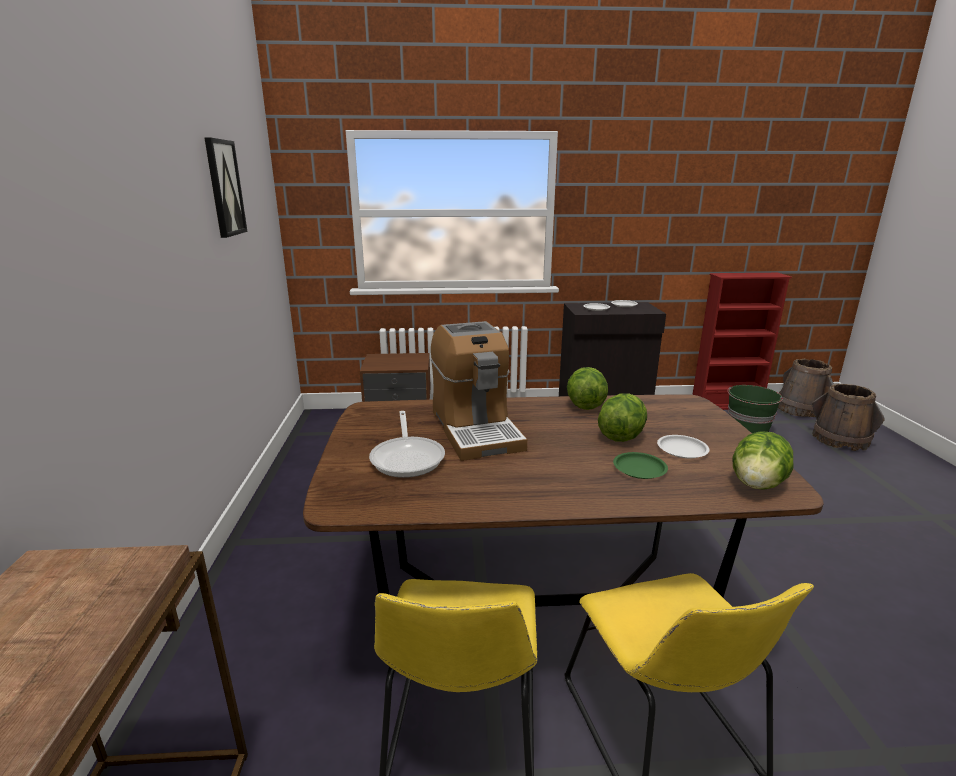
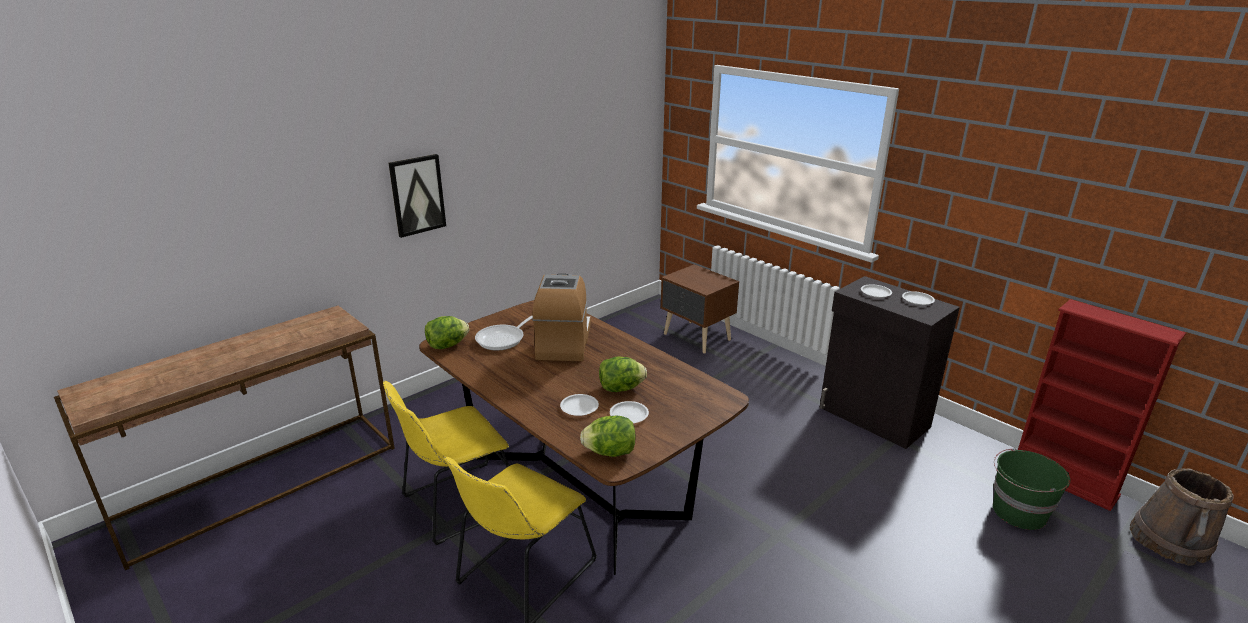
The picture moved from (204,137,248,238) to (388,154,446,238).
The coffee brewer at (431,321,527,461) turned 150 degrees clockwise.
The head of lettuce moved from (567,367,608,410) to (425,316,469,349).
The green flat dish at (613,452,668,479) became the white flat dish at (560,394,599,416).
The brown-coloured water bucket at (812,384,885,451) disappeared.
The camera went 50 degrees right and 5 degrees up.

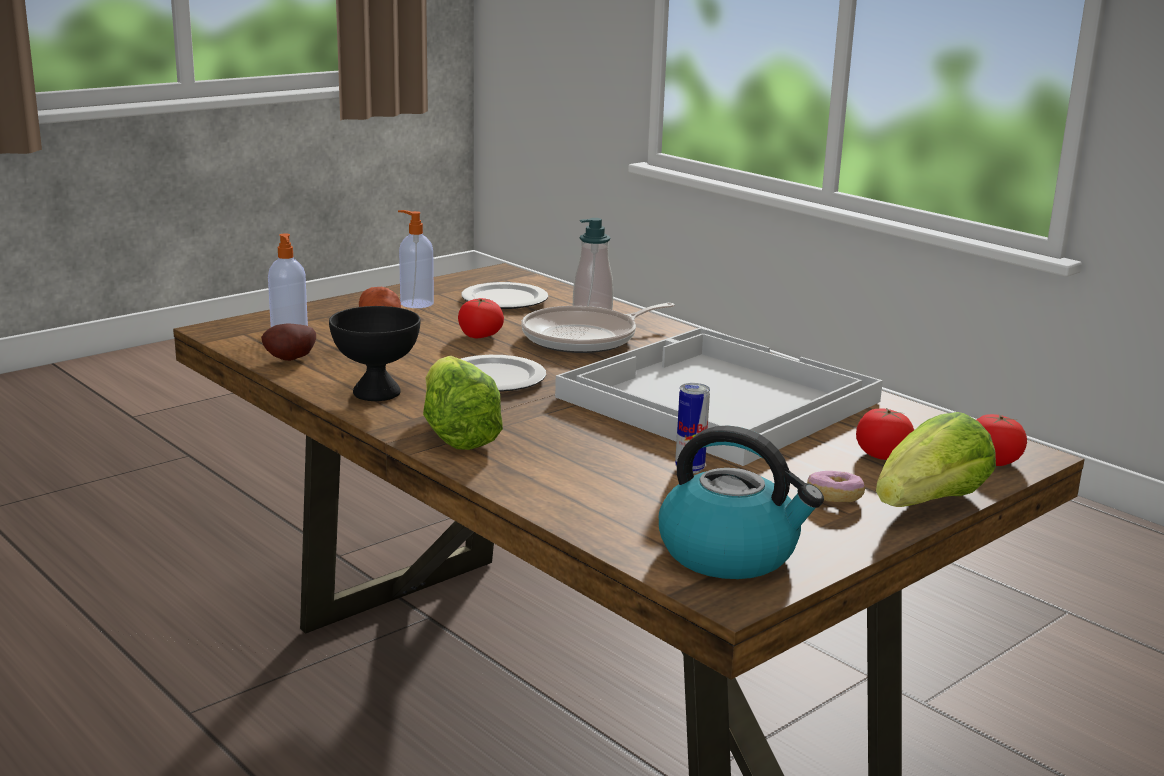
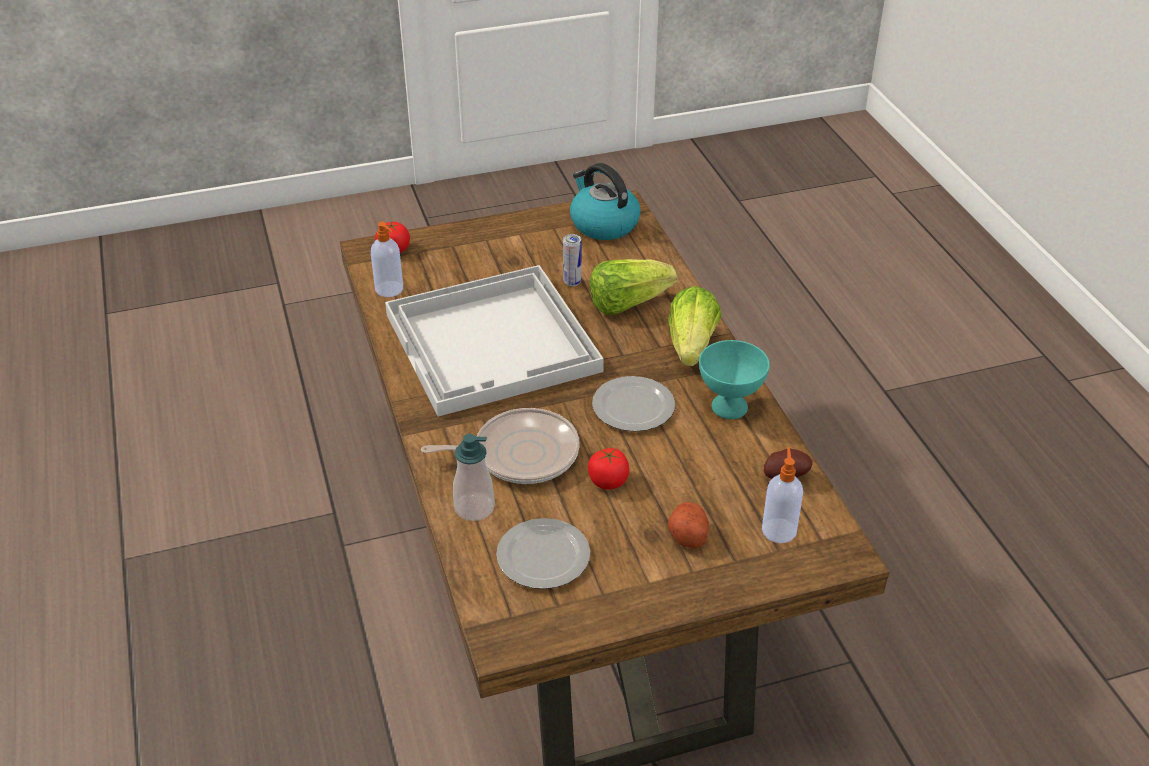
The black bowl at (329,306,420,401) became the blue-green bowl at (699,340,770,419).
The soap dispenser moved from (398,210,434,308) to (371,221,403,297).
The doughnut at (807,471,865,502) disappeared.
The fresh tomato at (856,408,914,460) disappeared.
The head of lettuce moved from (876,412,996,507) to (590,259,677,315).
The camera went 155 degrees left and 20 degrees up.

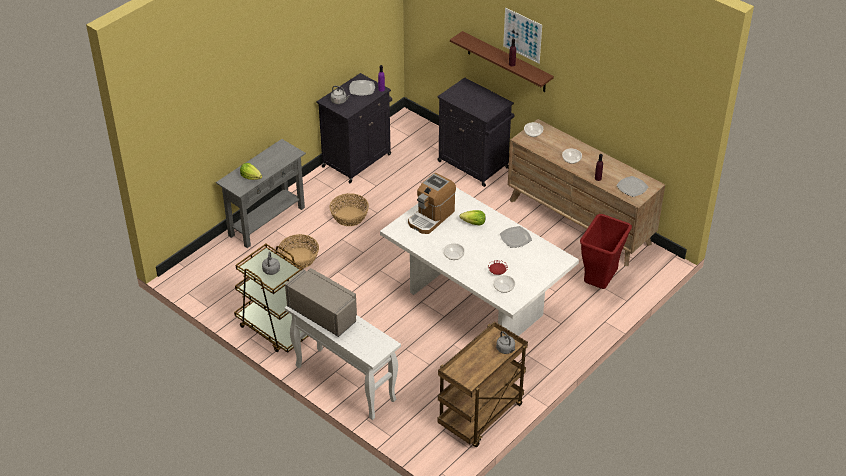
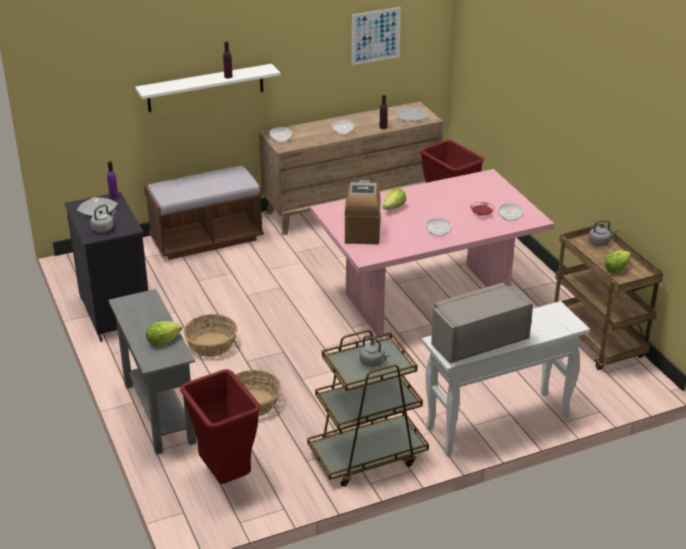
The white dinner table at (380,187,579,336) became the pink dinner table at (310,169,554,336).
The coffee brewer at (408,173,456,234) turned 150 degrees counterclockwise.
The black storage cabinet at (437,78,515,187) was replaced by the brown-coloured bench at (144,165,264,260).
The brown-coloured wall shelf at (450,31,554,92) became the white wall shelf at (135,64,281,112).
The flat dish at (500,226,532,248) disappeared.
The picture moved from (503,8,542,64) to (352,7,401,65).
The reddish trash can at (180,369,260,484) appeared.
The head of lettuce at (604,250,631,274) appeared.
The camera went 65 degrees left and 10 degrees down.

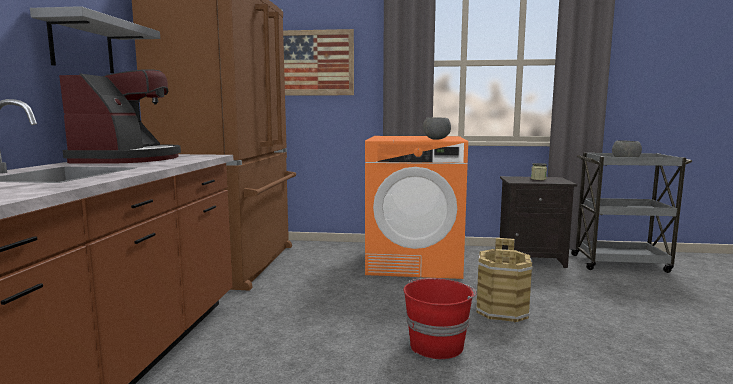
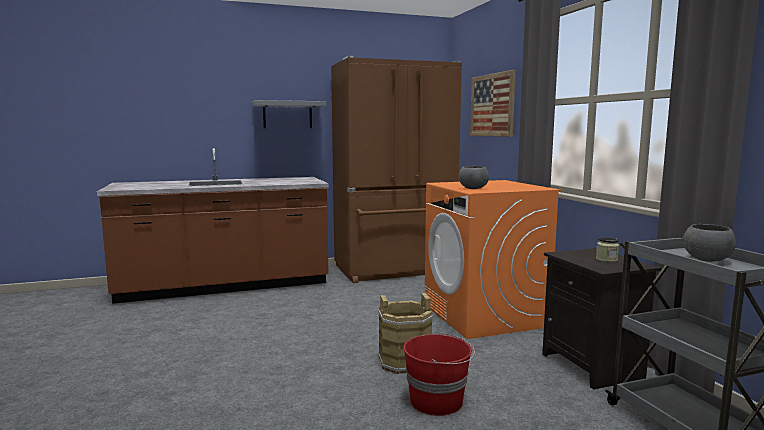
The coffee brewer at (59,69,181,164) disappeared.
The reddish water bucket moved from (403,278,476,359) to (403,332,475,416).
The camera went 65 degrees right and 0 degrees up.

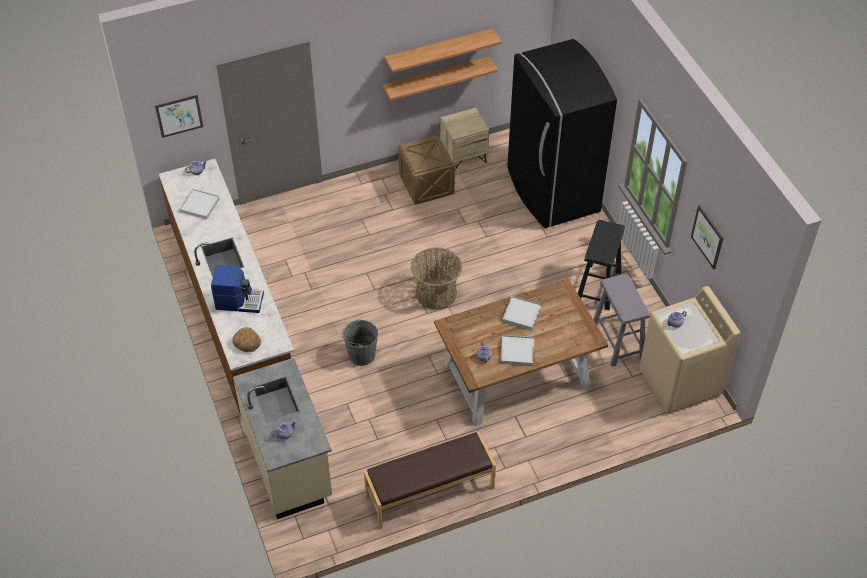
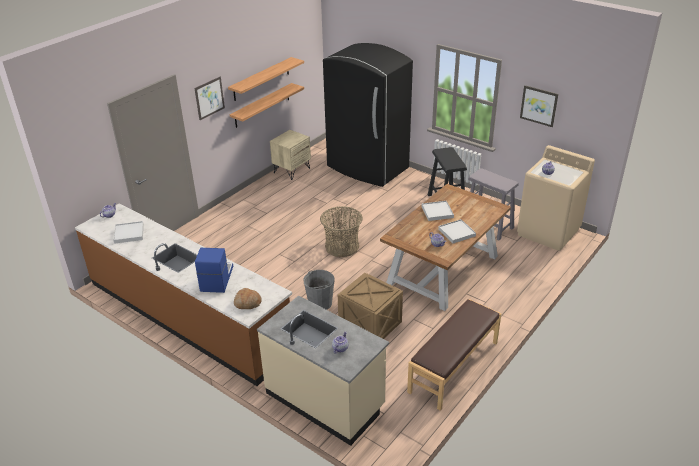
The picture moved from (155,95,203,138) to (194,77,225,120).
The coffee brewer at (211,265,264,313) turned 60 degrees counterclockwise.
The packing crate moved from (398,135,455,205) to (338,273,403,339).
The camera went 30 degrees left and 15 degrees down.

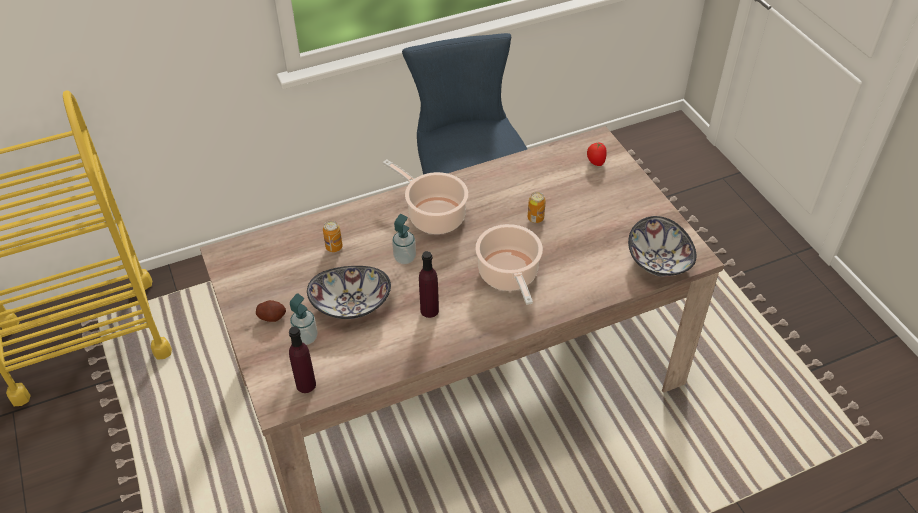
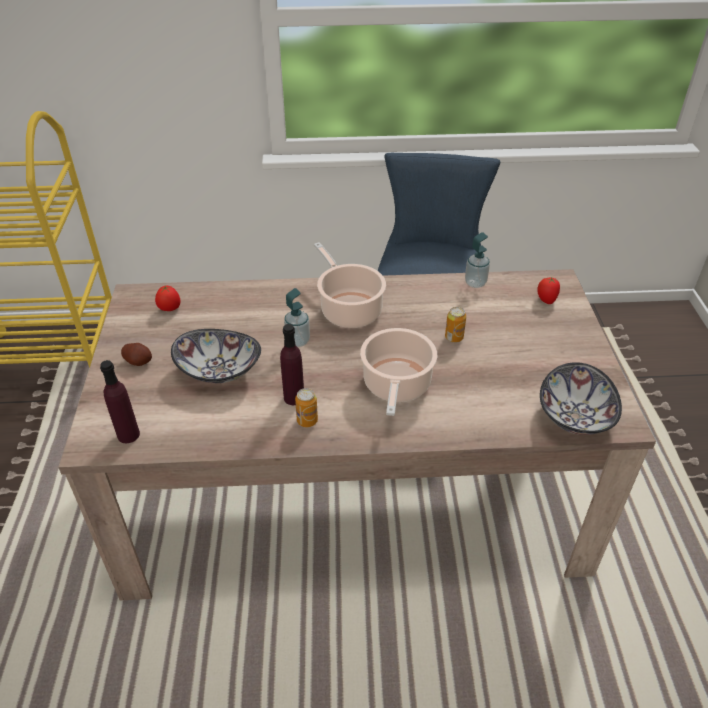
The soap dispenser moved from (290,294,318,345) to (465,232,490,288).
The sealed can moved from (323,221,343,252) to (295,388,318,427).
The fresh tomato at (155,285,181,311) appeared.
The camera went 20 degrees right and 5 degrees down.

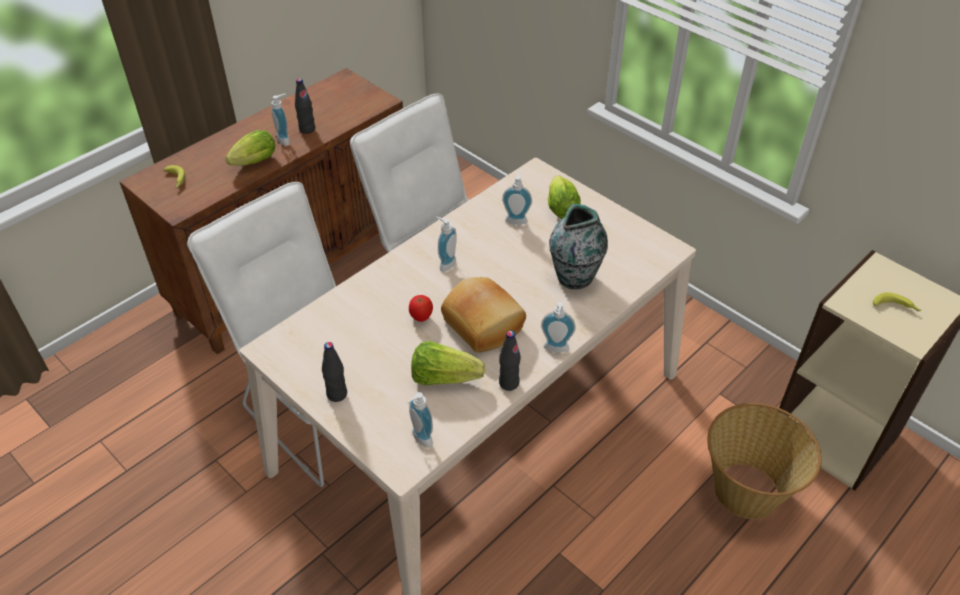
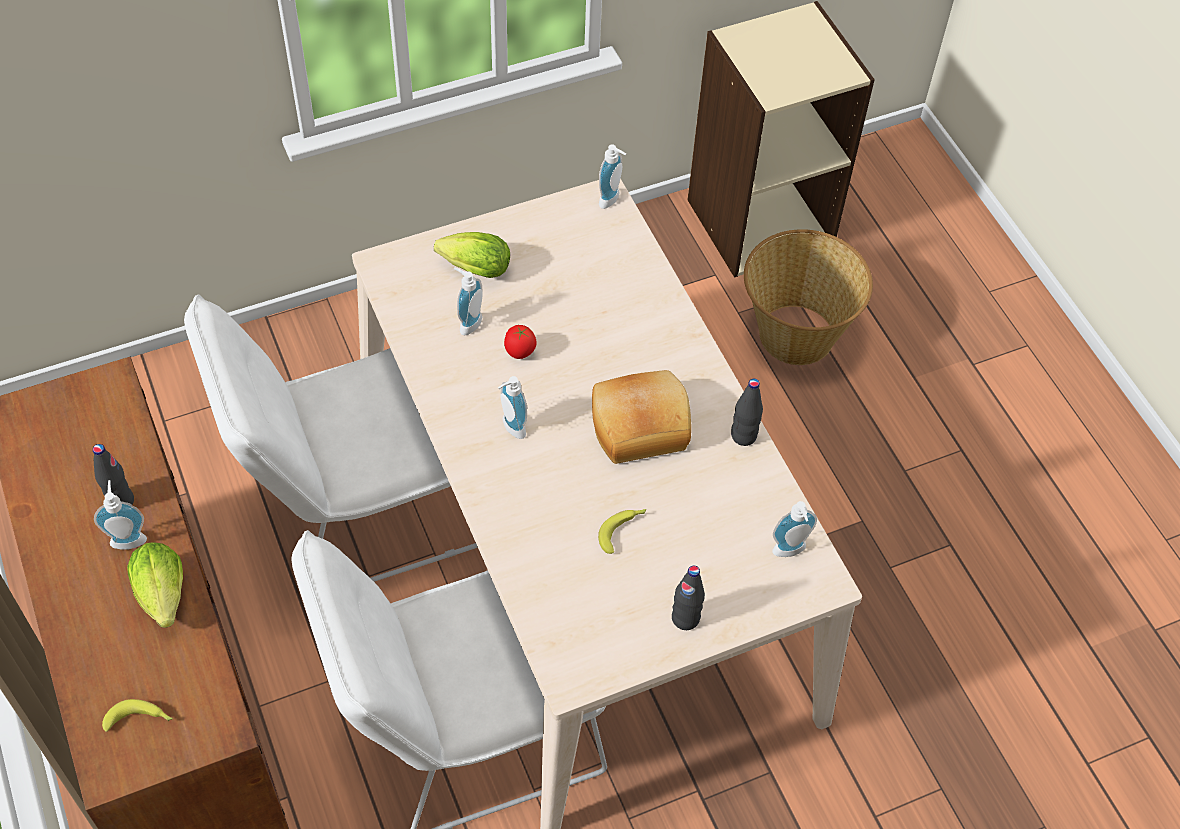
The fresh tomato moved from (409,295,433,322) to (504,325,537,359).
The head of lettuce at (411,341,485,385) disappeared.
The soap dispenser moved from (541,302,576,353) to (599,144,626,209).
The vase at (549,204,608,289) disappeared.
The whole banana moved from (873,292,922,312) to (598,509,646,554).
The camera went 70 degrees left and 10 degrees up.

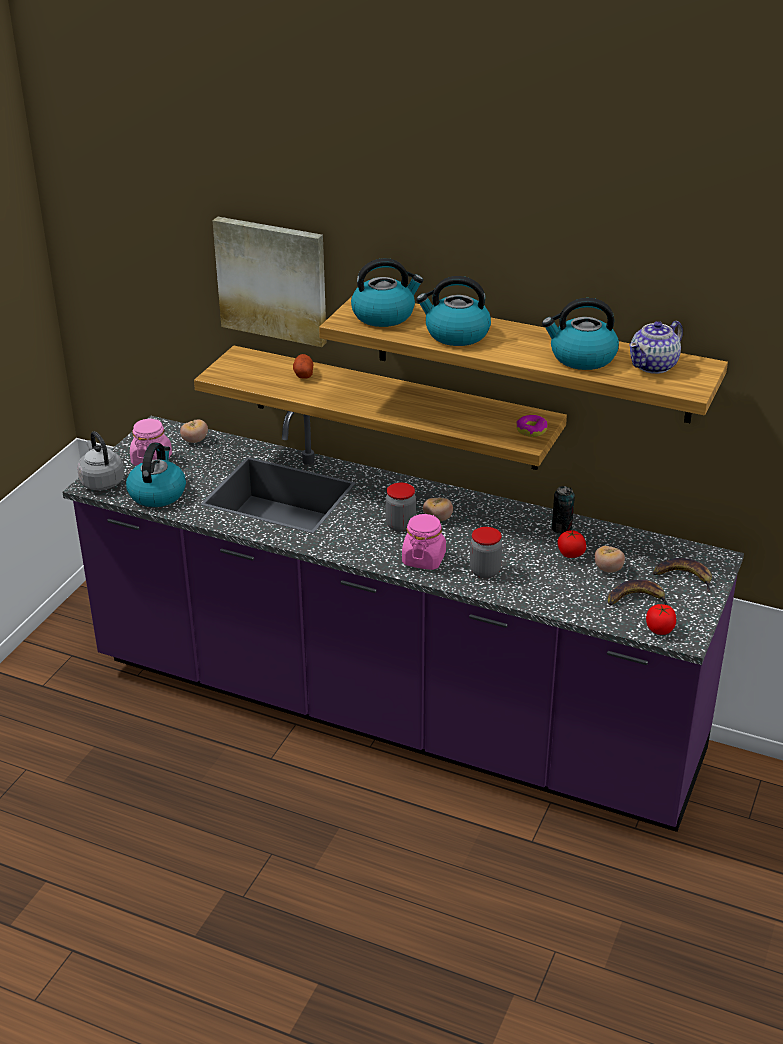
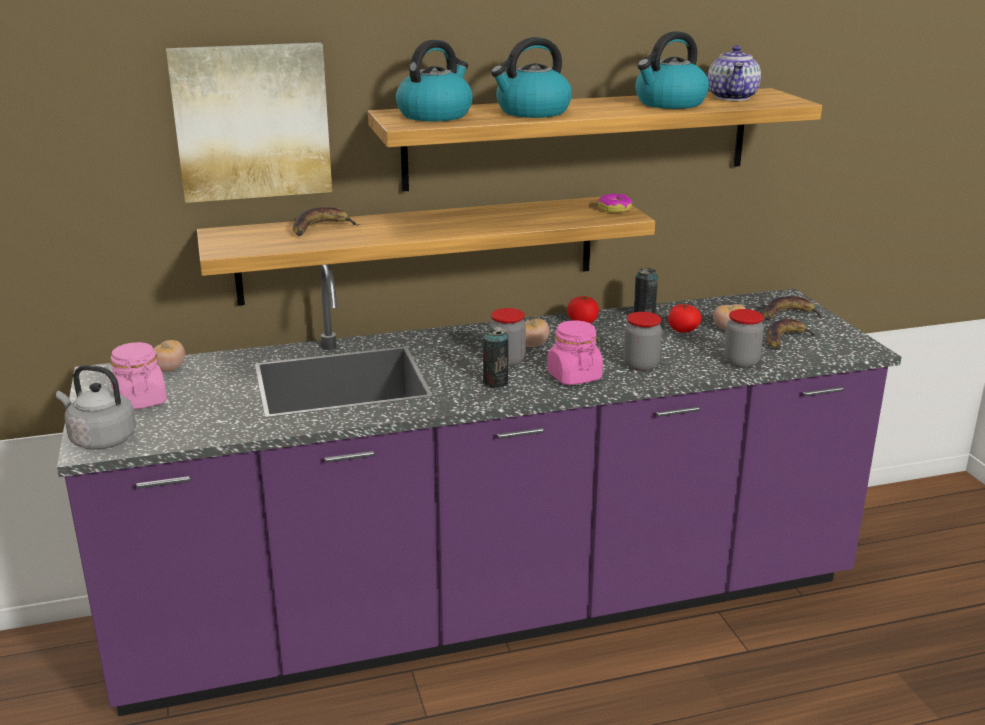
The tea kettle at (126,443,186,507) disappeared.
The spud at (293,354,314,378) was replaced by the whole banana at (293,207,360,236).
The fresh tomato moved from (646,604,676,635) to (567,296,599,323).
The sealed can at (483,326,508,388) appeared.
The storage jar at (724,309,764,368) appeared.
The camera went 40 degrees left and 10 degrees down.

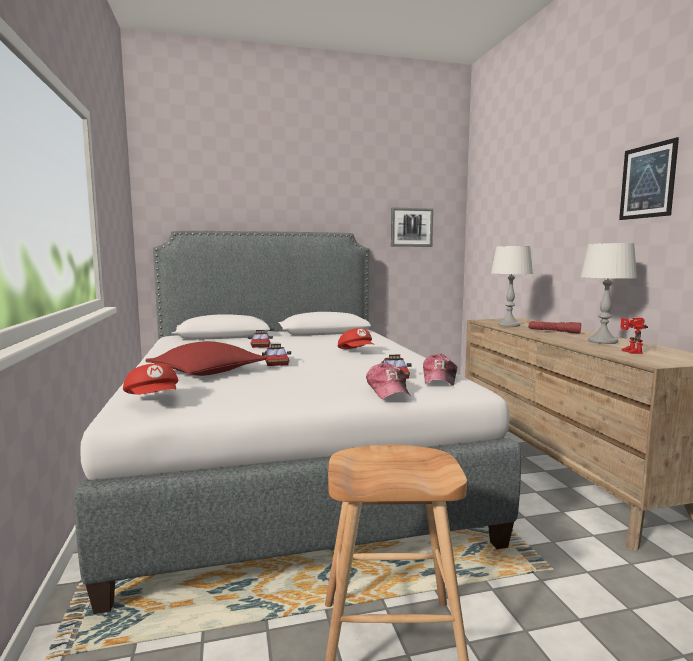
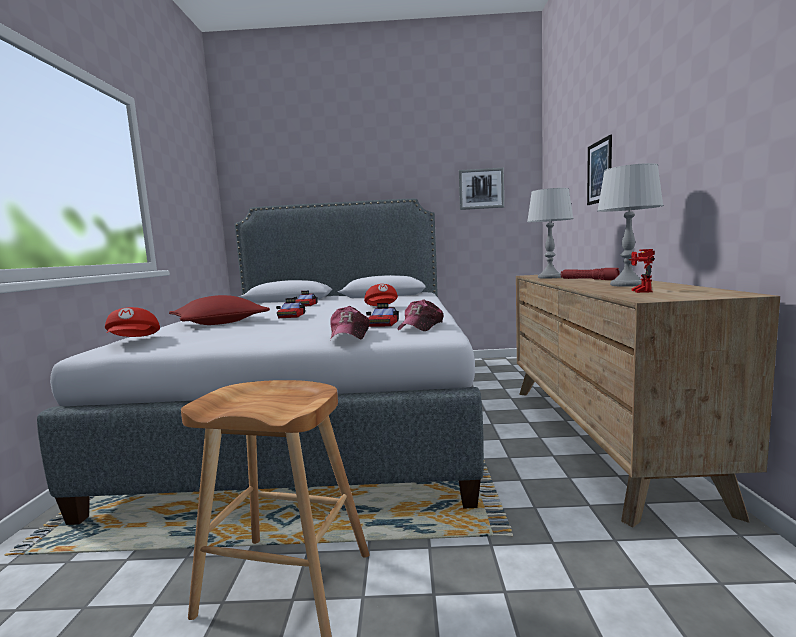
The picture moved from (619,137,679,220) to (587,134,612,205).
The camera went 15 degrees right and 0 degrees up.

